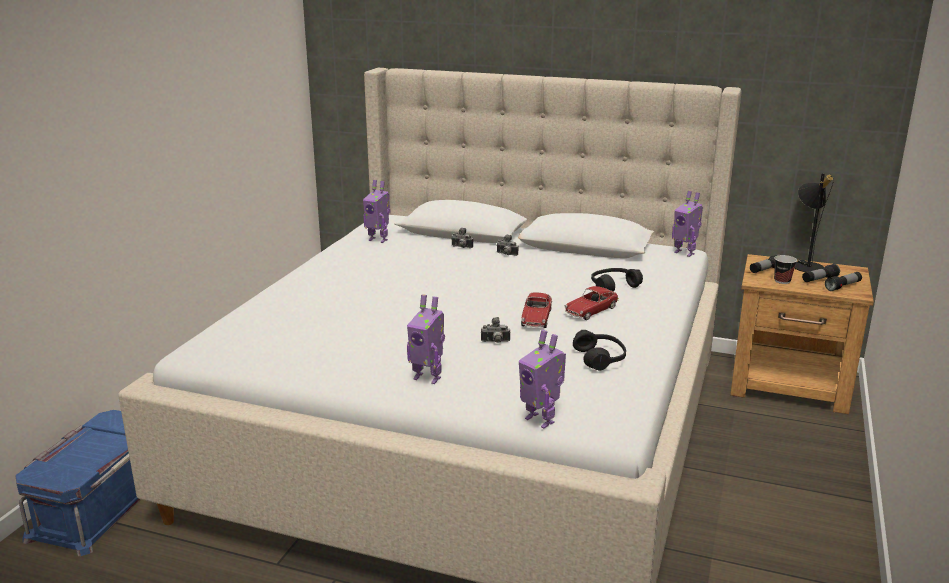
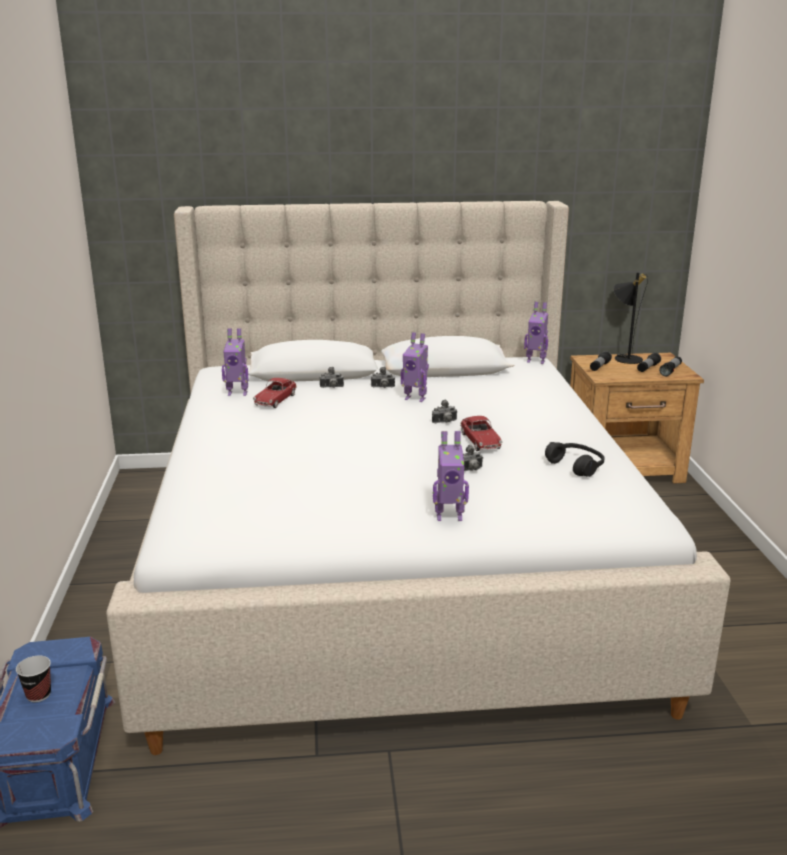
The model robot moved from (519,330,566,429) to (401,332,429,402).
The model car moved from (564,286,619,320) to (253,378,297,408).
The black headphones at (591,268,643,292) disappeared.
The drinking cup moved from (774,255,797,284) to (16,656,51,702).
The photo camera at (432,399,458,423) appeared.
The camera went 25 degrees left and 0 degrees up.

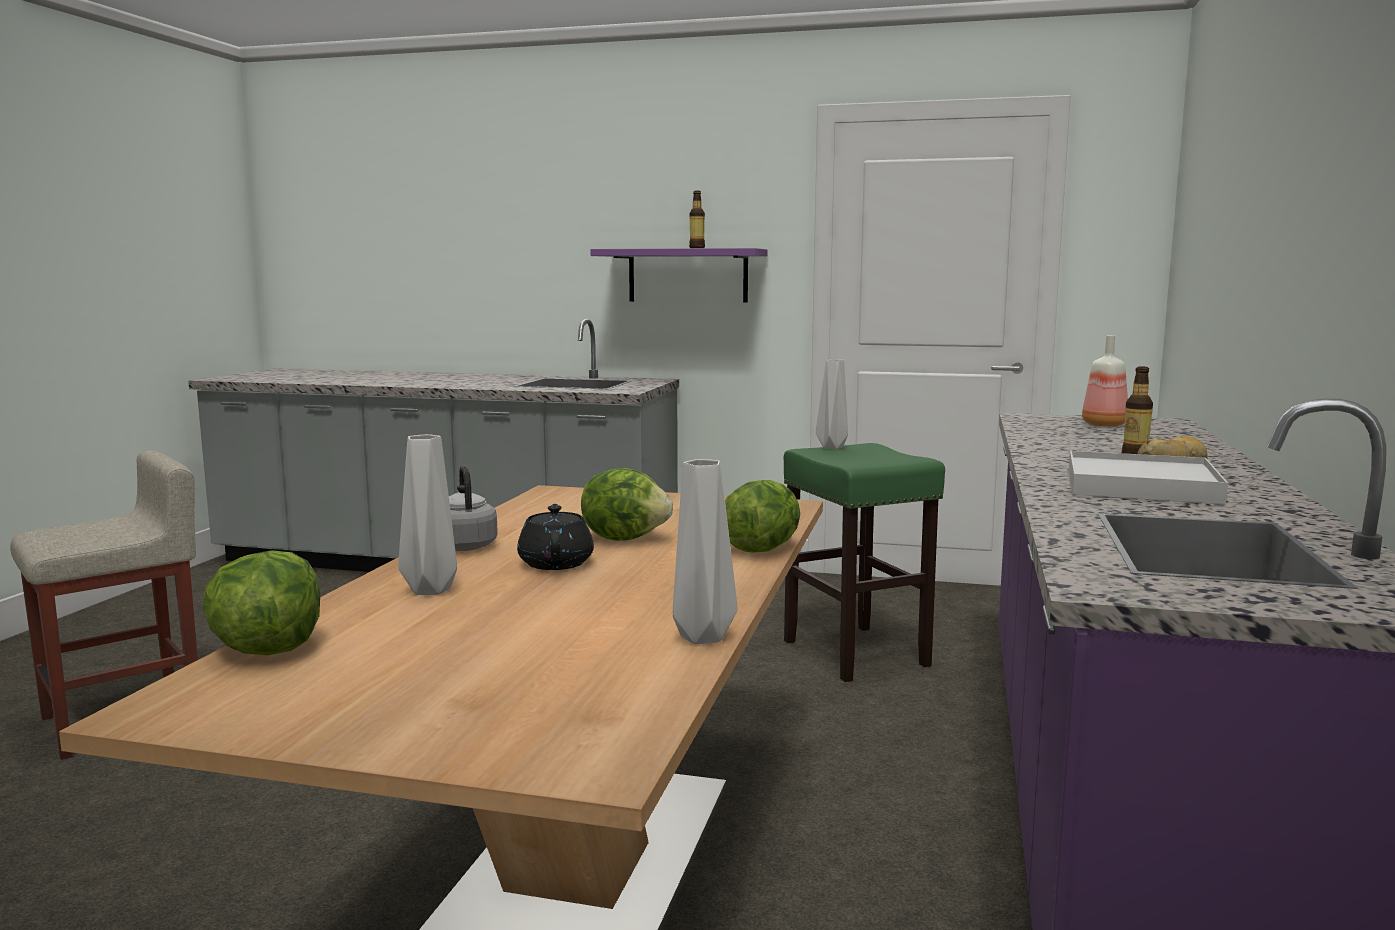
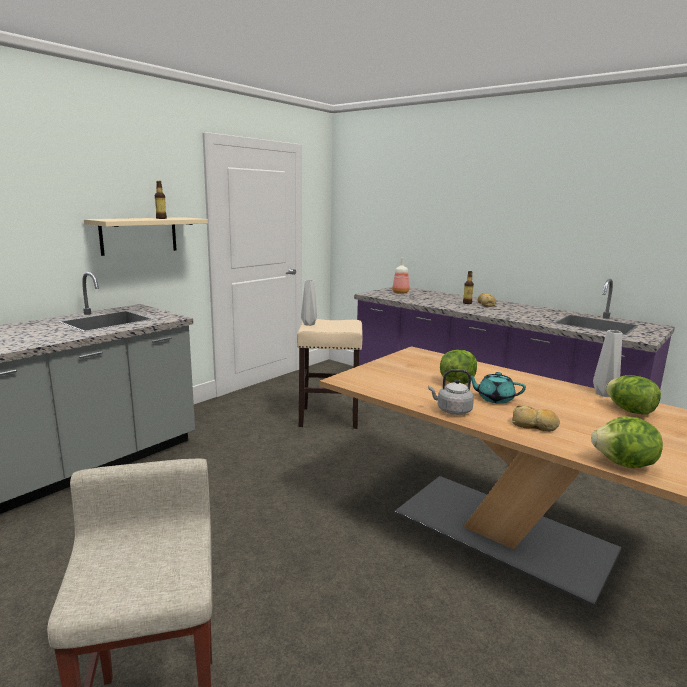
The greyish vase at (398,434,457,595) was replaced by the baked bread at (512,405,560,432).
The black pot for tea at (517,504,594,570) became the blue-green pot for tea at (467,372,526,404).
The purple wall shelf at (591,248,768,303) became the beige wall shelf at (84,217,208,256).
The head of lettuce moved from (725,480,800,552) to (605,375,661,415).
The green stool at (784,443,945,682) became the beige stool at (297,319,362,429).
The white tray at (1069,451,1228,505) disappeared.
The camera went 65 degrees left and 5 degrees up.

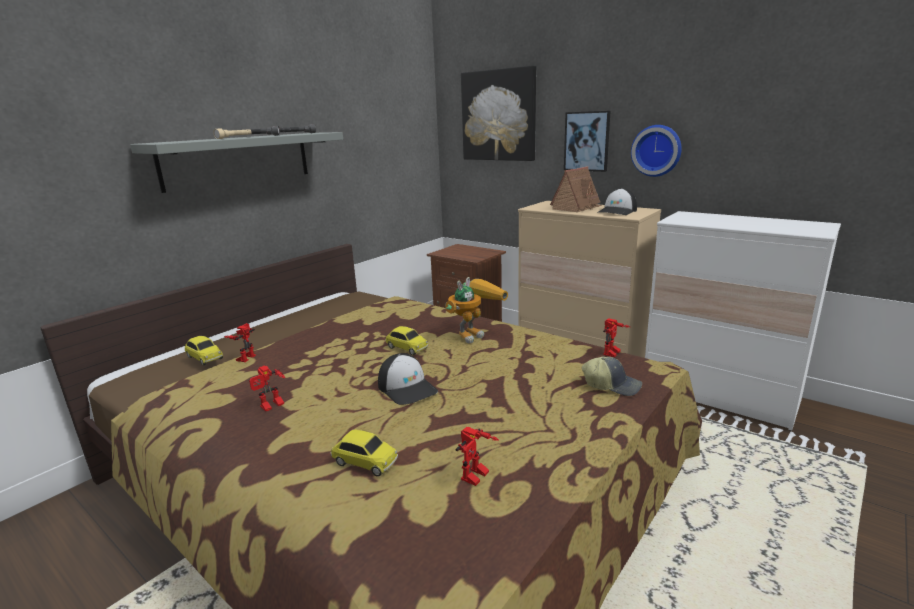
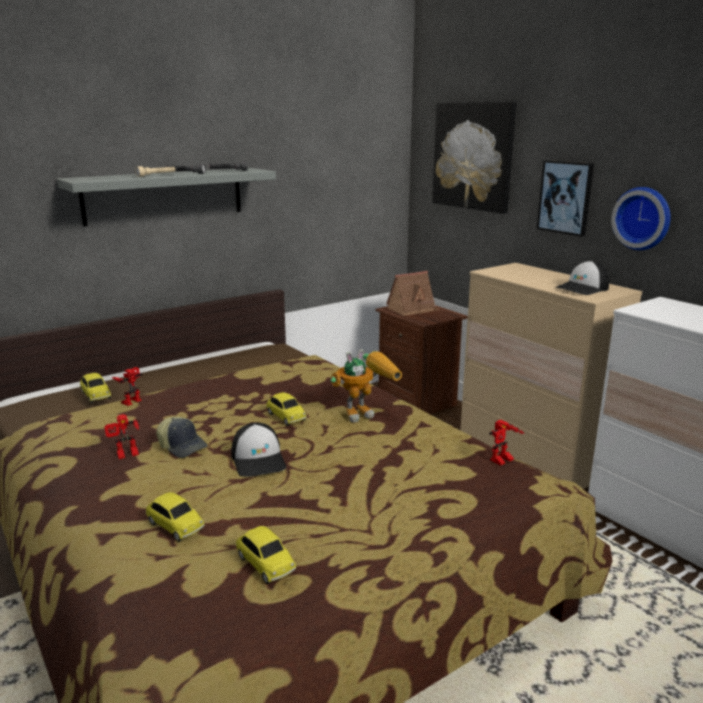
The model robot at (455,427,499,486) was replaced by the model car at (236,526,296,584).
The model house moved from (550,167,602,212) to (386,271,440,316).
The baseball cap moved from (582,356,642,396) to (156,417,208,458).
The camera went 15 degrees right and 0 degrees up.

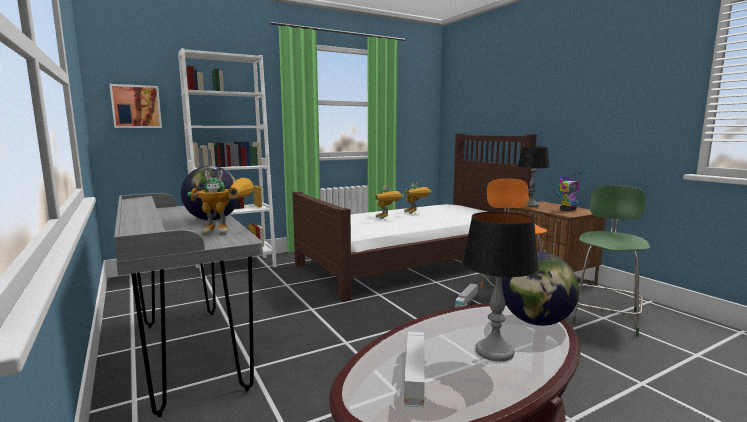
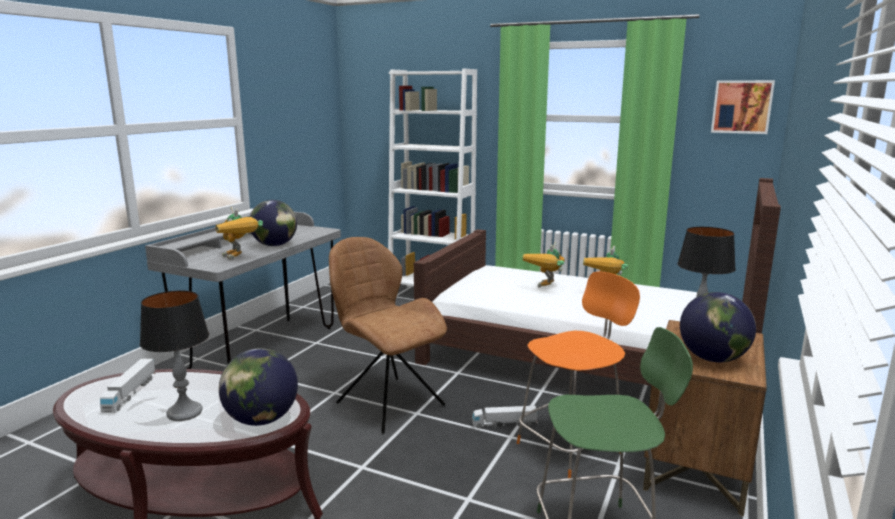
The picture moved from (110,84,162,128) to (711,80,775,134).
The toy truck at (404,332,425,407) turned 120 degrees clockwise.
The model robot at (556,172,585,211) was replaced by the desk globe at (680,292,756,362).
The brown-coloured chair at (329,237,447,434) appeared.
The camera went 55 degrees right and 5 degrees up.

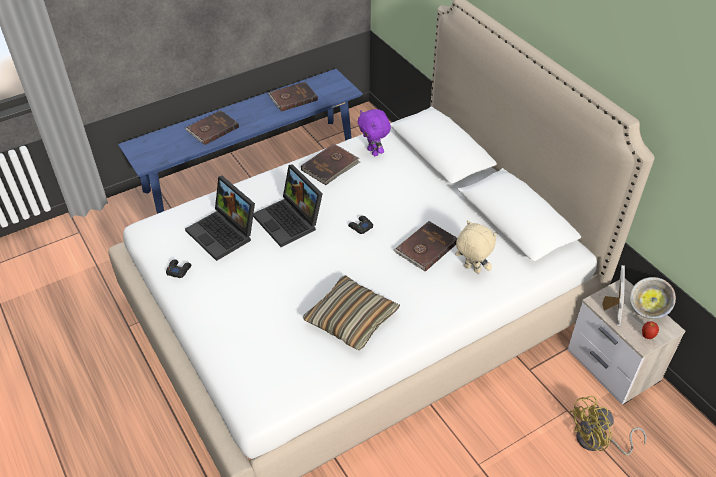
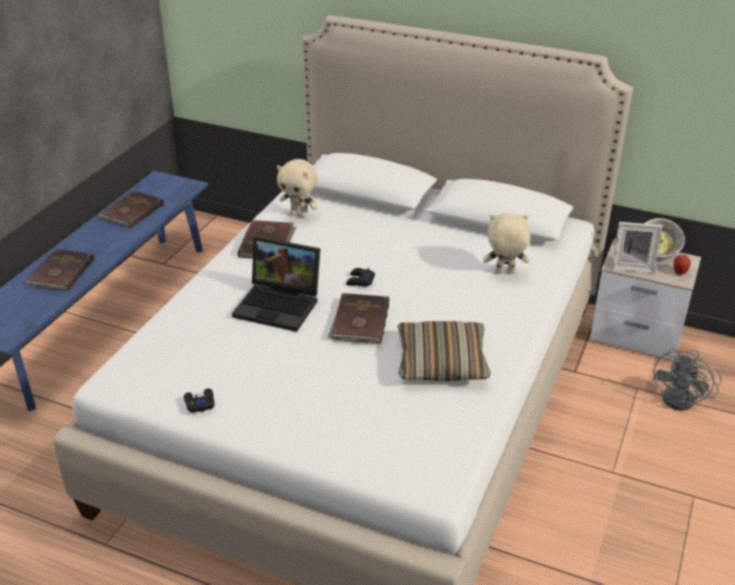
The laptop at (185,176,255,261) disappeared.
The purple plush toy at (358,109,391,156) became the beige plush toy at (277,159,318,218).
The brown-coloured bound book moved from (393,221,457,272) to (328,293,389,344).
The yellow cooling fan at (568,396,647,455) became the greyish cooling fan at (652,348,722,411).
The standing frame at (602,265,625,326) turned 120 degrees clockwise.
The camera went 35 degrees left and 10 degrees down.

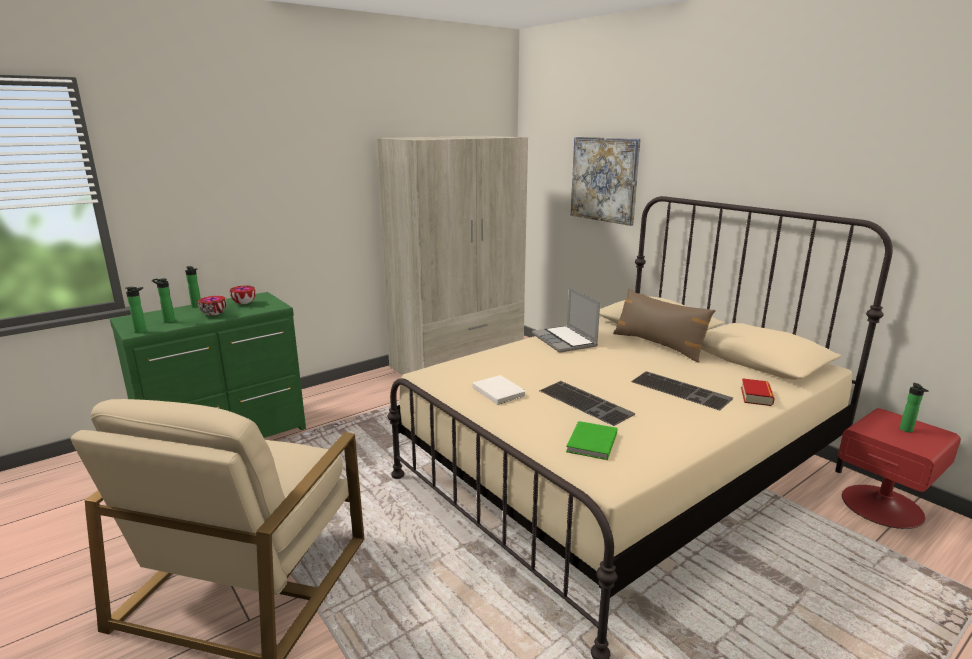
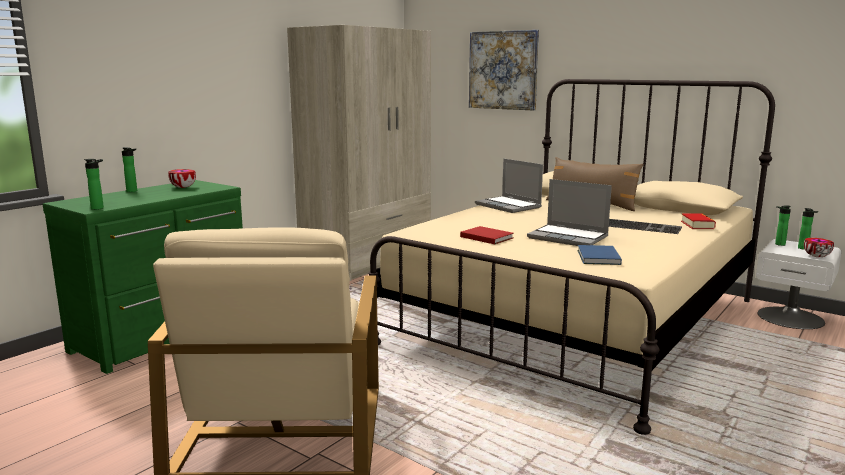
The beverage bottle moved from (152,278,175,323) to (775,205,791,246).
The bowl moved from (198,296,227,316) to (804,238,834,257).
The white bound book at (472,375,526,405) became the reddish bound book at (460,226,514,244).
The PC keyboard at (539,381,636,426) was replaced by the laptop at (527,179,612,246).
The green bound book at (566,421,617,460) became the bluish bound book at (577,245,622,265).
The reddish night table at (838,408,961,529) became the white night table at (756,239,842,329).
The camera went 15 degrees left and 5 degrees down.

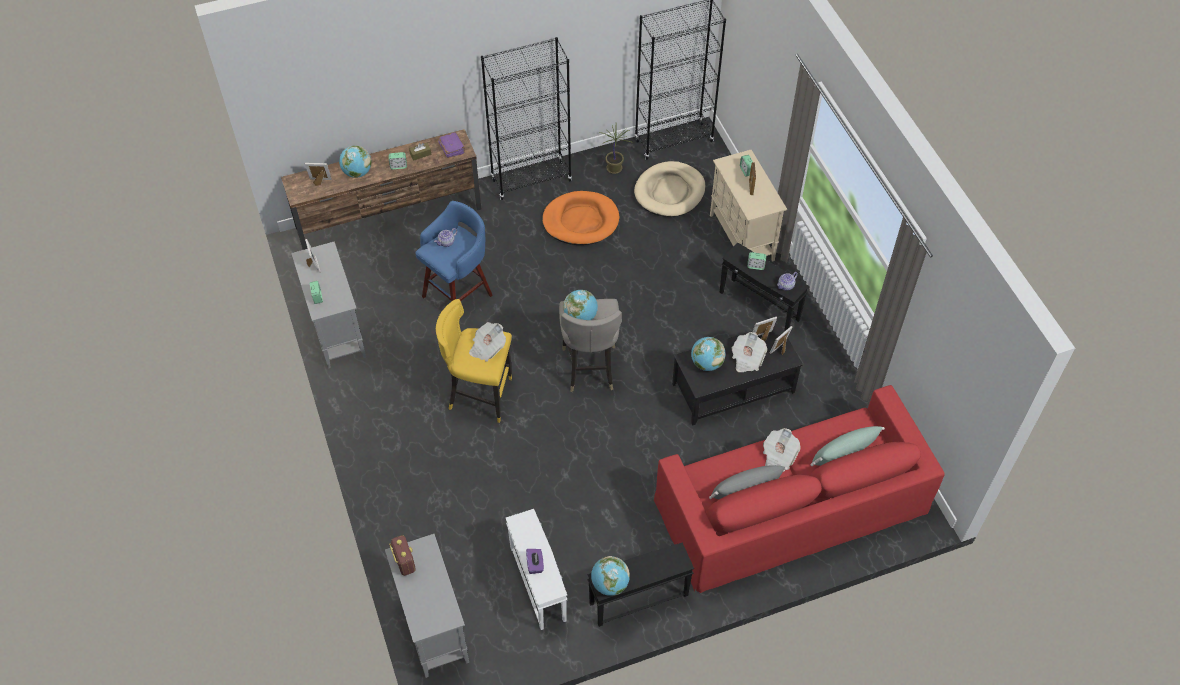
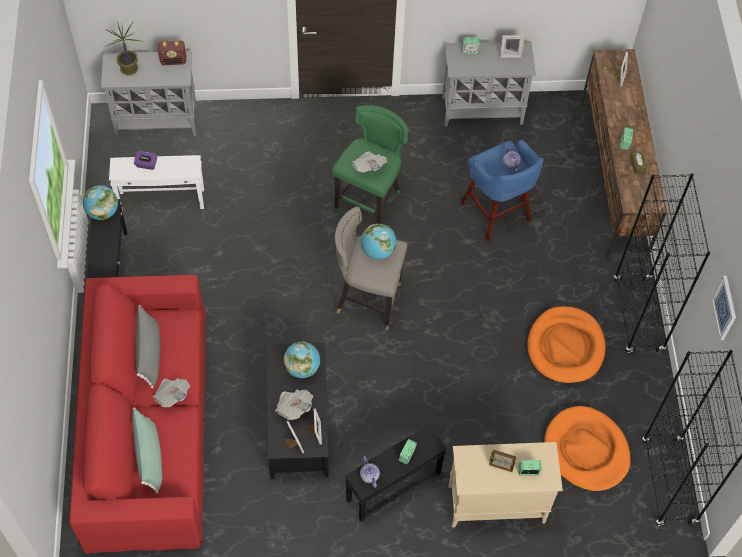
The desk globe at (339,146,372,178) disappeared.
The yellow stool at (436,299,512,423) became the green stool at (332,105,408,224).
The purple bound book at (438,132,465,158) disappeared.
The houseplant moved from (599,124,633,174) to (105,21,143,76).
The beige dog cushion at (634,161,706,217) became the orange-coloured dog cushion at (544,406,630,491).
The picture at (711,276,736,340) appeared.
The camera went 105 degrees right and 5 degrees up.

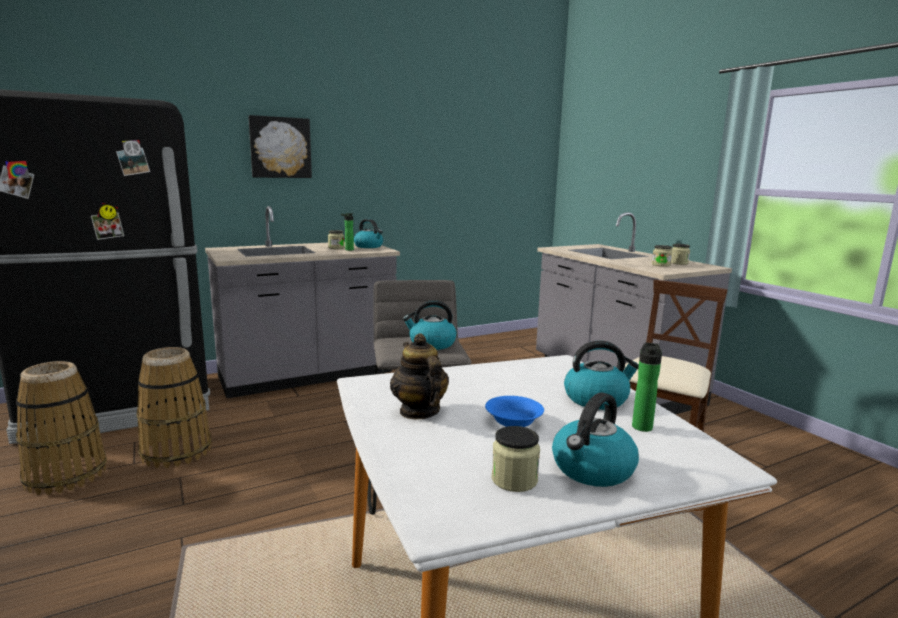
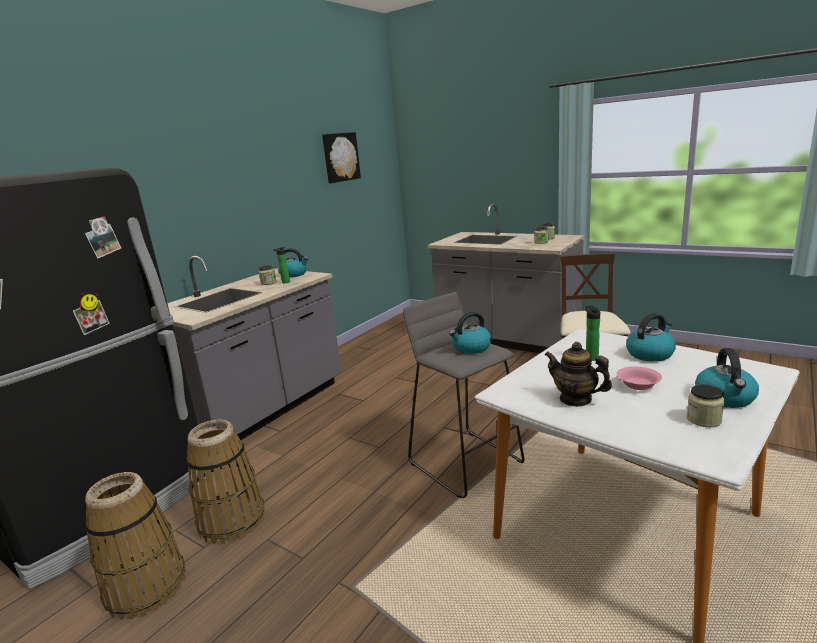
The picture moved from (248,115,312,178) to (322,132,361,183).
The bluish bowl at (485,396,544,427) became the pink bowl at (617,366,662,390).
The beverage bottle moved from (632,342,662,432) to (585,305,600,361).
The camera went 25 degrees left and 5 degrees up.

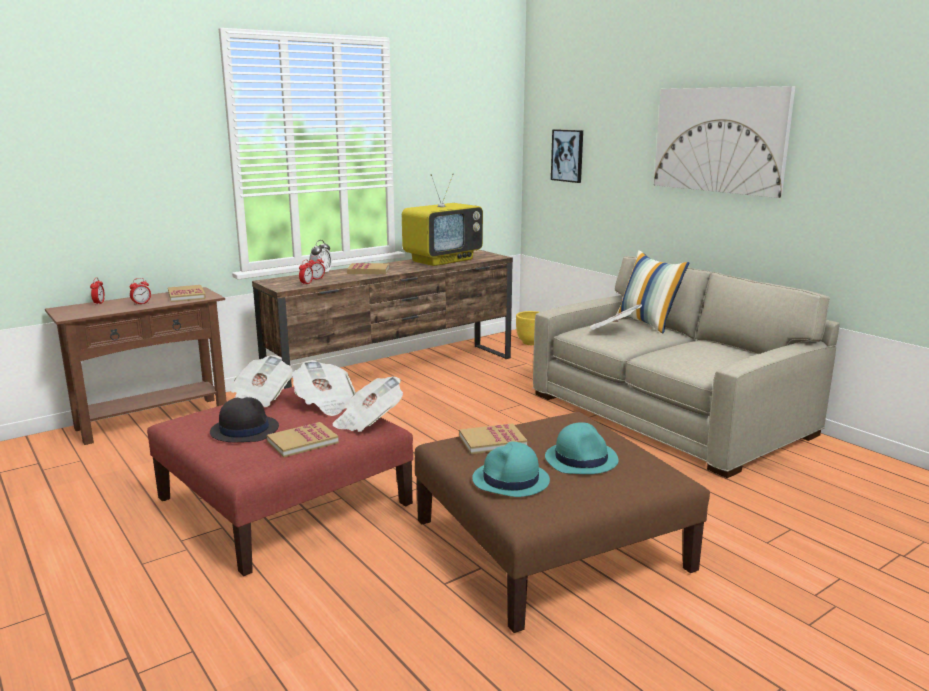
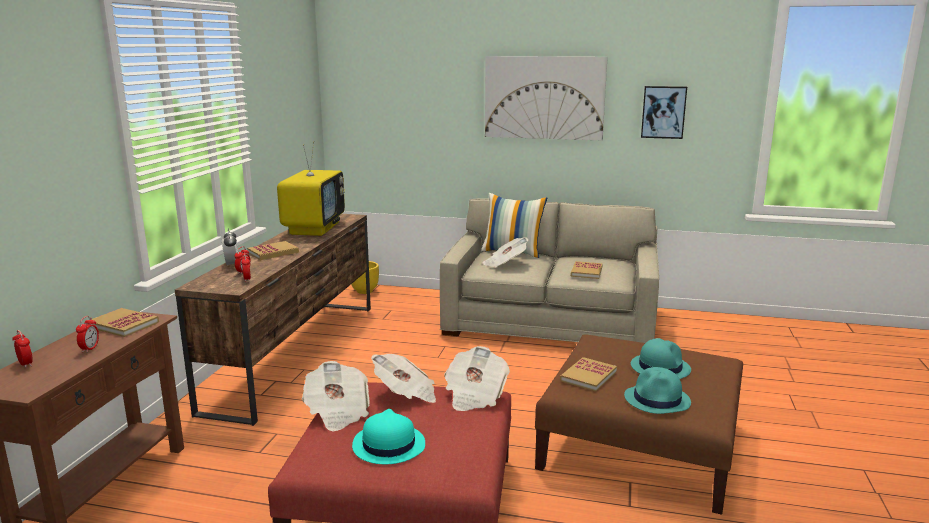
The black hat at (210,397,279,442) became the blue-green hat at (352,409,425,464).
The bound book moved from (266,422,339,457) to (571,261,603,279).
The picture moved from (551,129,583,183) to (641,86,687,139).
The camera went 40 degrees left and 0 degrees up.

